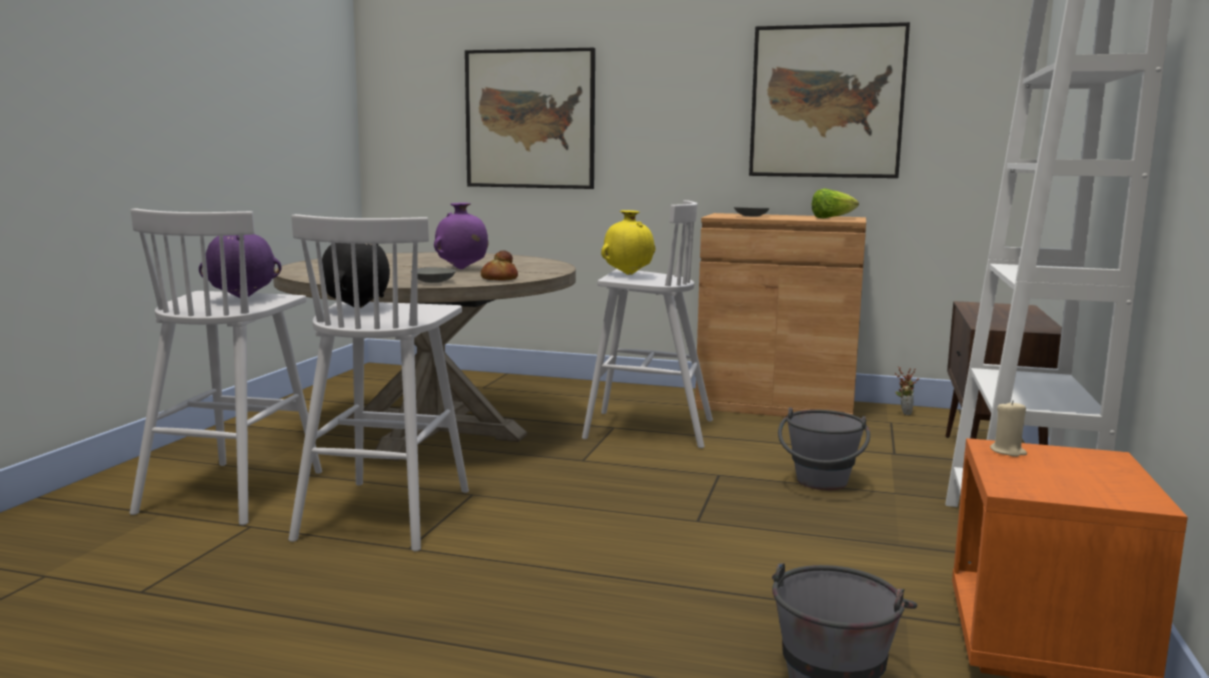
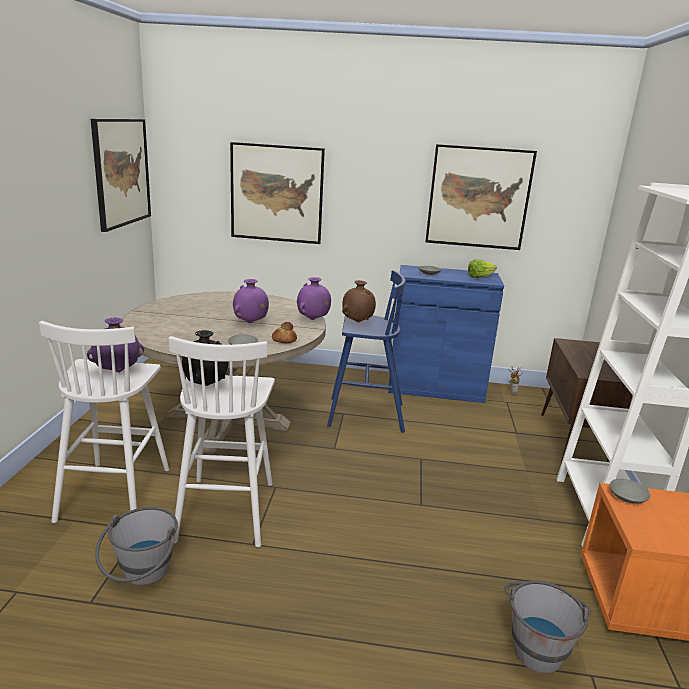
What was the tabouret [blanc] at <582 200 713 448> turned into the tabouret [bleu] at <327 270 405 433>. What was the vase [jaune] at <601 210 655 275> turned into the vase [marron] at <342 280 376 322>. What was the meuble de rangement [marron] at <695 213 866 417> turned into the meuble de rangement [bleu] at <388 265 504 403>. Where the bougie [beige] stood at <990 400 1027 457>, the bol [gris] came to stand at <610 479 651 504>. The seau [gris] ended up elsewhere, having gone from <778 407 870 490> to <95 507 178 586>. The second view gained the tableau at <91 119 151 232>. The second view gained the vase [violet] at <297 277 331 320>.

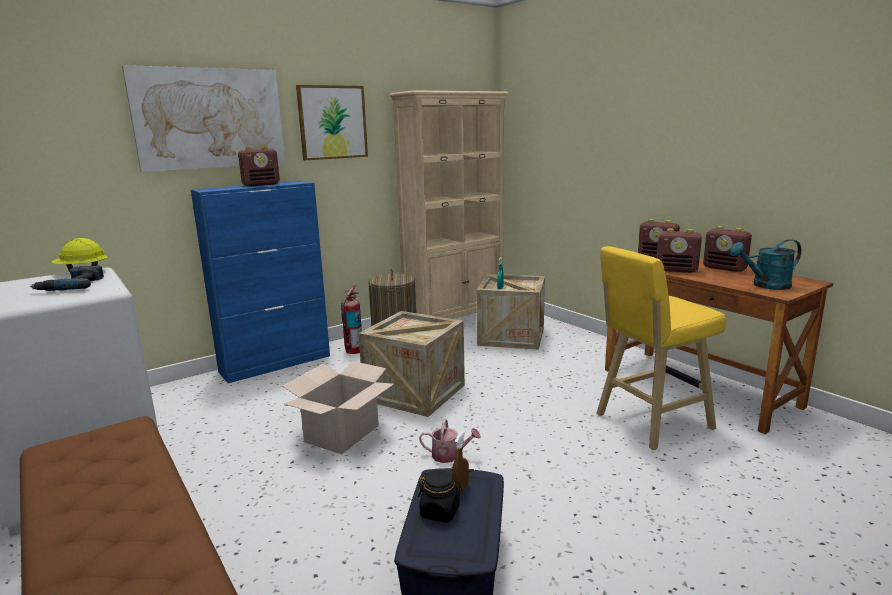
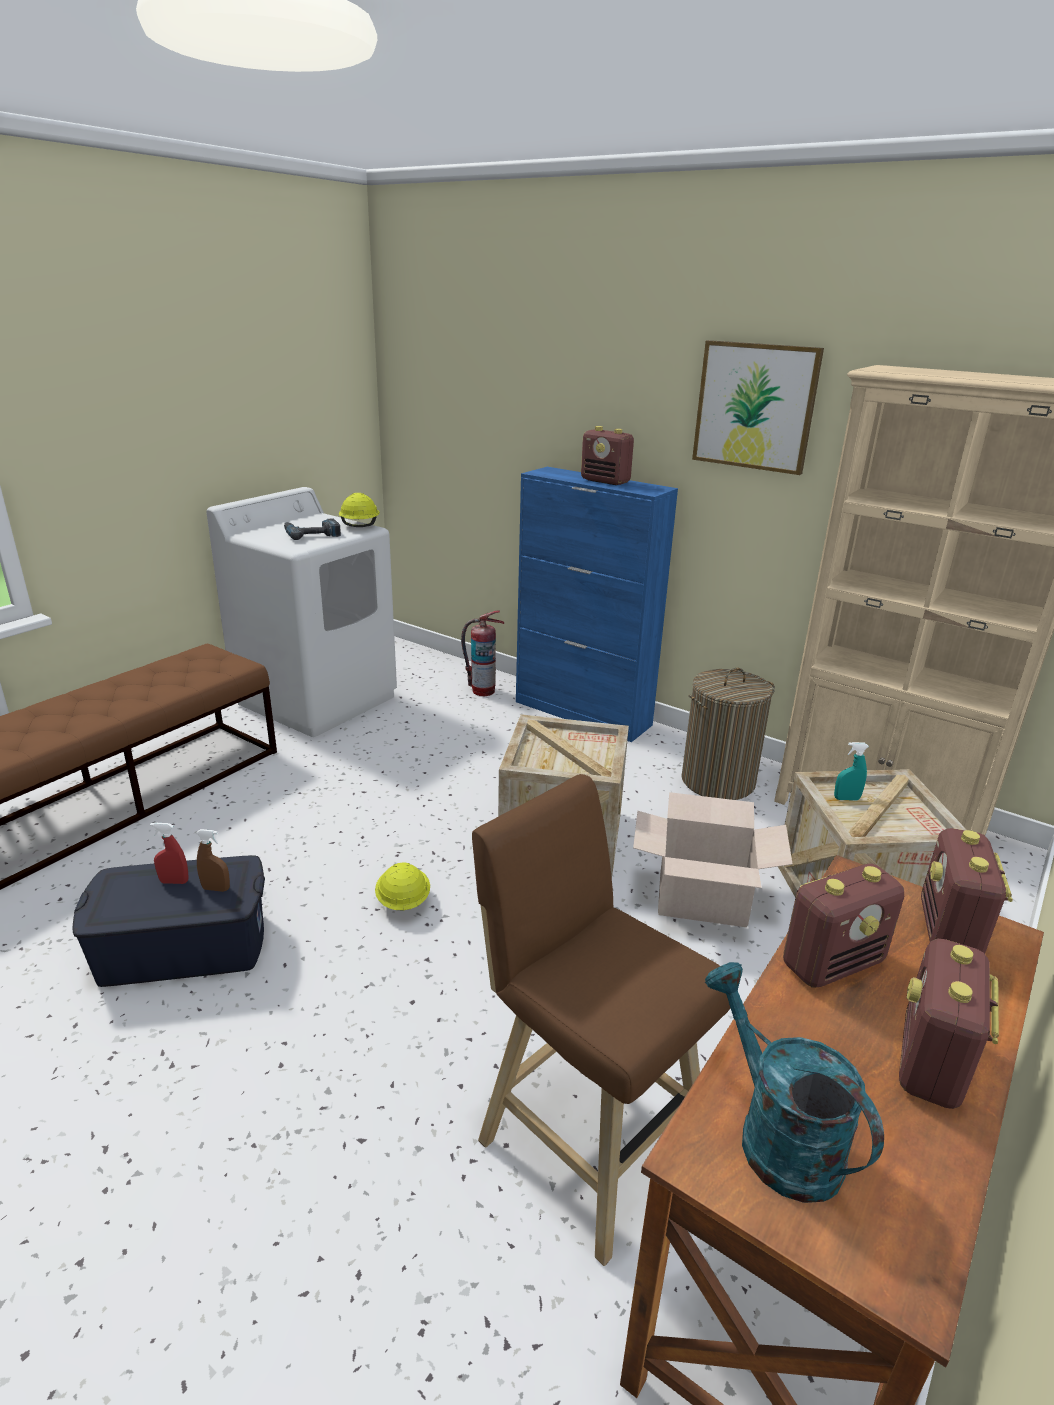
The second view lost the tableau at <122 65 286 172>. The radio at <657 228 702 273> ended up facing another way, 120 degrees counterclockwise from before. What was the tabouret [jaune] at <596 246 726 450> turned into the tabouret [marron] at <472 774 731 1266>. The extincteur ended up elsewhere, having gone from <341 285 362 354> to <461 610 504 696>. The carton ended up elsewhere, having gone from <282 361 394 454> to <633 792 793 927>. Where the arrosoir stood at <419 419 481 463>, the casque de chantier [jaune] came to stand at <375 863 430 910>. Where the bocal [noir] stood at <418 470 462 523>, the vaporisateur [rouge] came to stand at <150 823 188 884>.

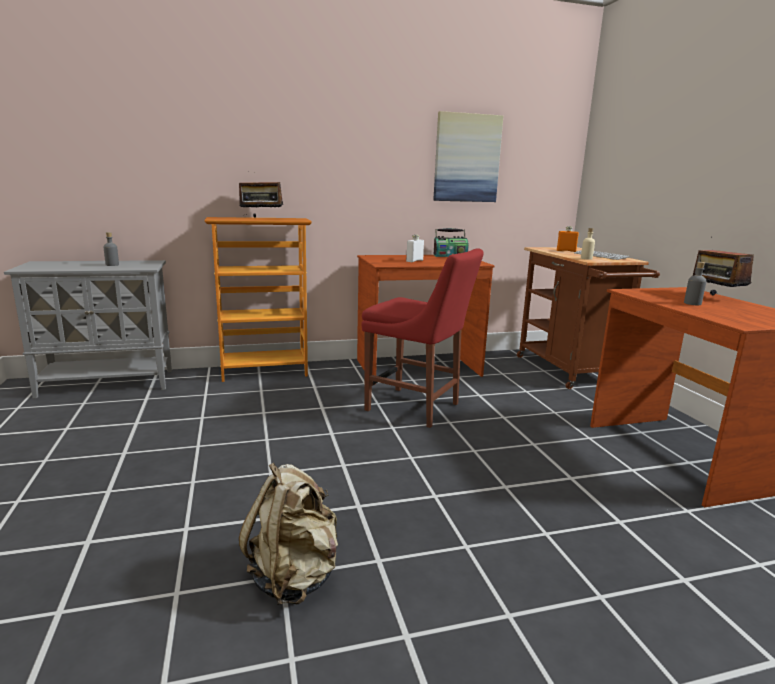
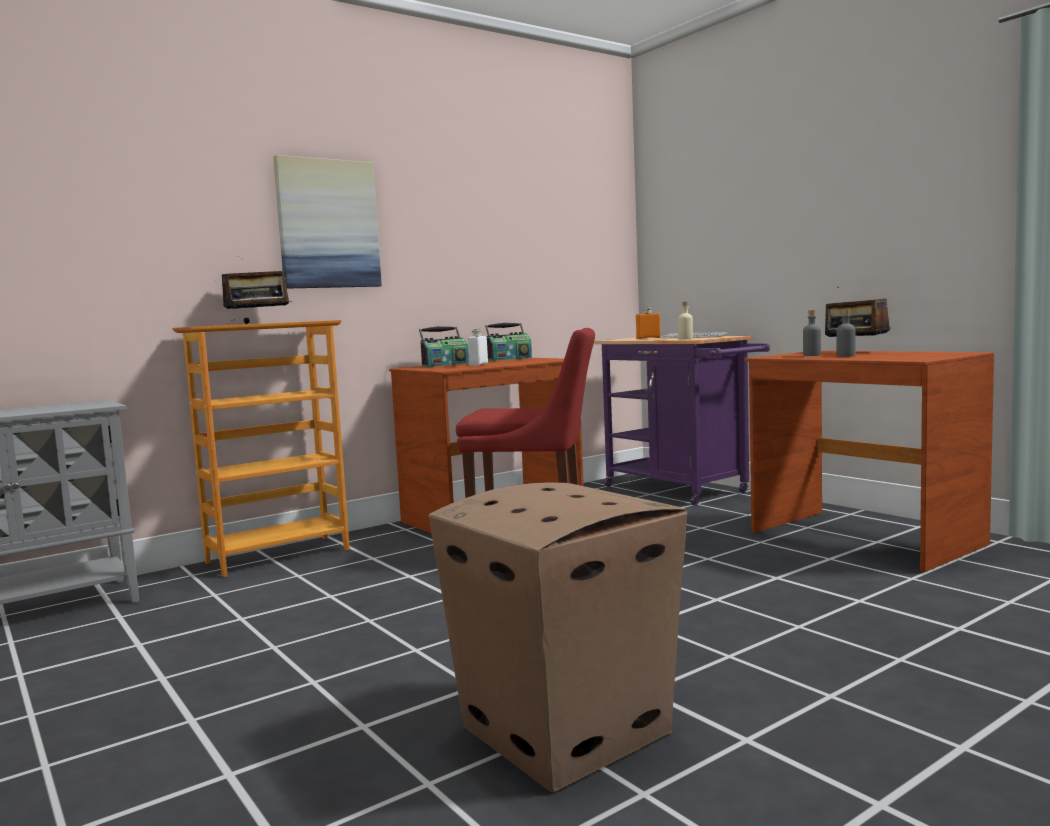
The tableau ended up elsewhere, having gone from <433 111 503 202> to <273 155 382 289>. The bouteille [gris] ended up elsewhere, having gone from <104 232 119 266> to <803 310 821 356>. What was the chariot [marron] at <517 247 660 389> turned into the chariot [violet] at <594 336 770 505>. Where the sac à dos [beige] stood at <239 463 338 605>, the carton came to stand at <428 482 687 792>. The second view gained the radio at <419 326 469 367>.

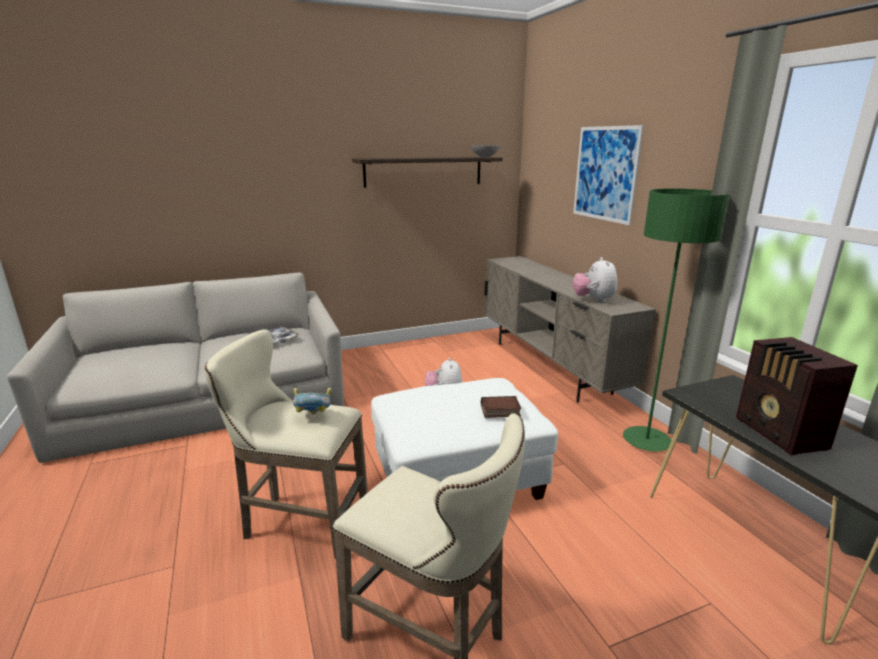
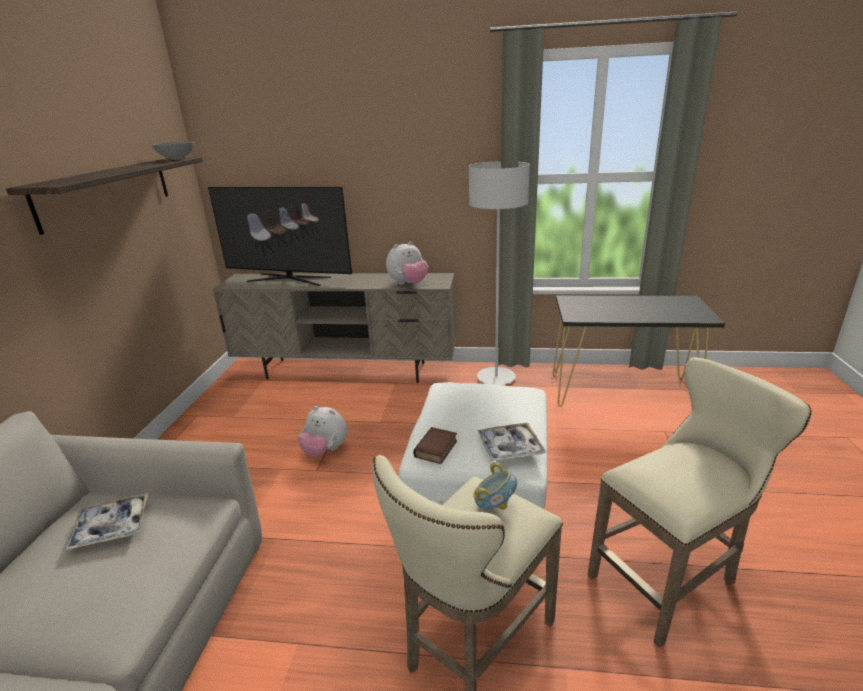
The second view lost the tableau at <573 125 644 225>. What was the lampadaire [vert] at <623 189 729 451> turned into the lampadaire [gris] at <469 161 530 385>. The peluche at <573 257 617 303> ended up facing another way, 60 degrees counterclockwise from before. The second view lost the radio at <736 337 858 455>. The livre ended up elsewhere, having gone from <481 396 521 418> to <413 427 457 464>. The second view gained the téléviseur at <208 187 352 286>. The second view gained the plateau at <477 423 546 461>.

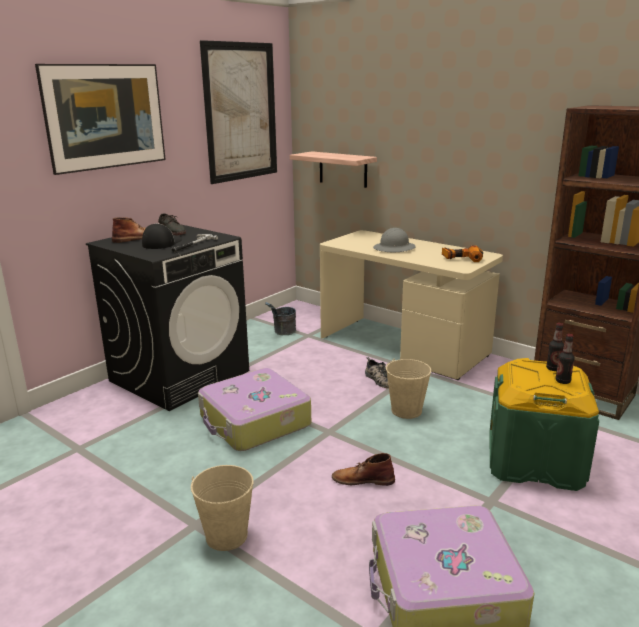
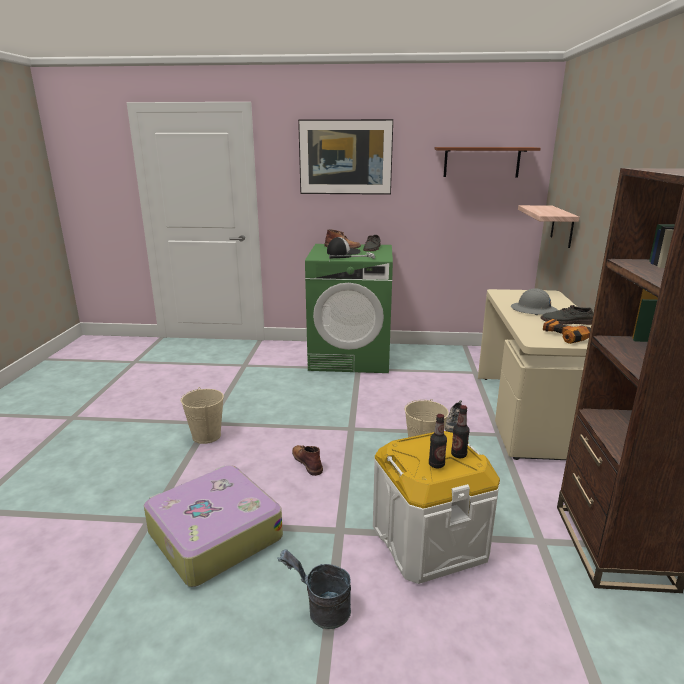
Where the tableau hung at <200 40 277 184>, the étagère [marron] came to hang at <435 147 541 177>. What was the lave-linge [noir] at <86 225 249 411> turned into the lave-linge [vert] at <305 244 393 373>. The seau [gris] ended up elsewhere, having gone from <265 302 296 335> to <277 549 351 629>. What was the boîte de rangement [vert] at <490 358 599 491> turned into the boîte de rangement [blanc] at <373 431 500 584>. The second view lost the valise at <198 368 311 451>. The second view gained the chaussure [gris] at <541 305 593 325>.

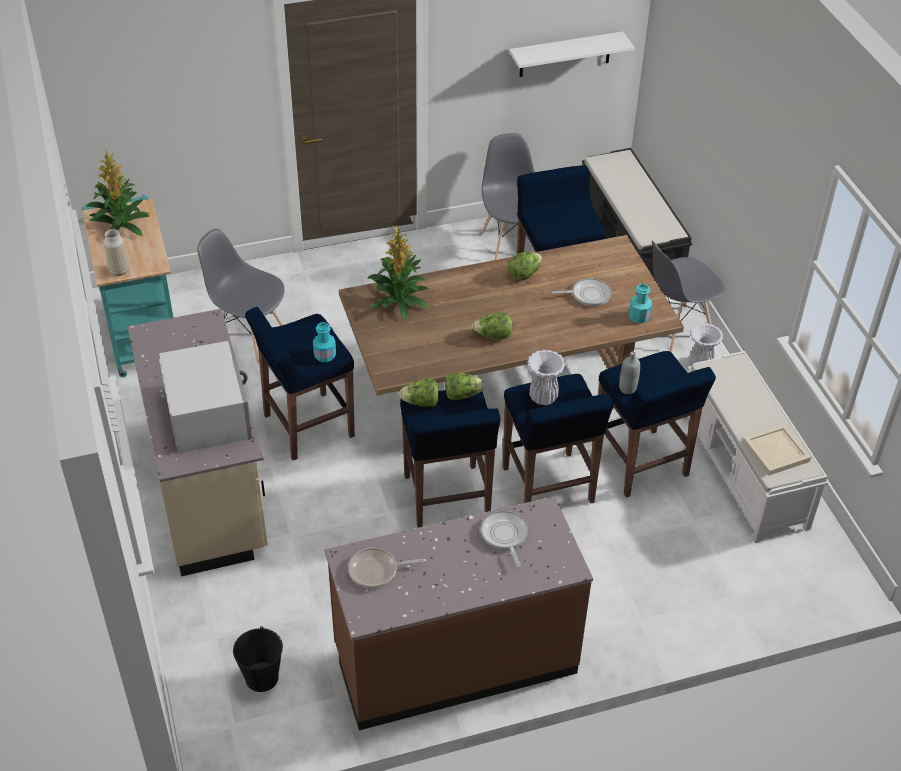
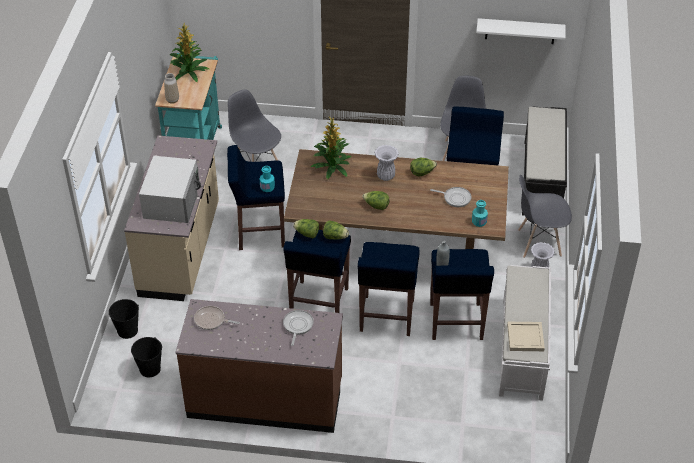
The vase [blanc] ended up elsewhere, having gone from <527 350 566 405> to <374 145 399 181>. The second view gained the seau [noir] at <109 299 139 339>.

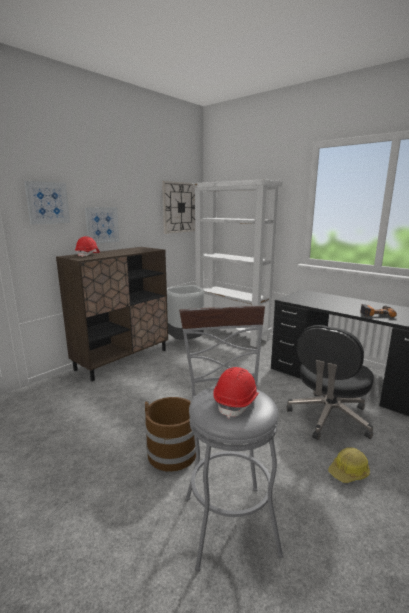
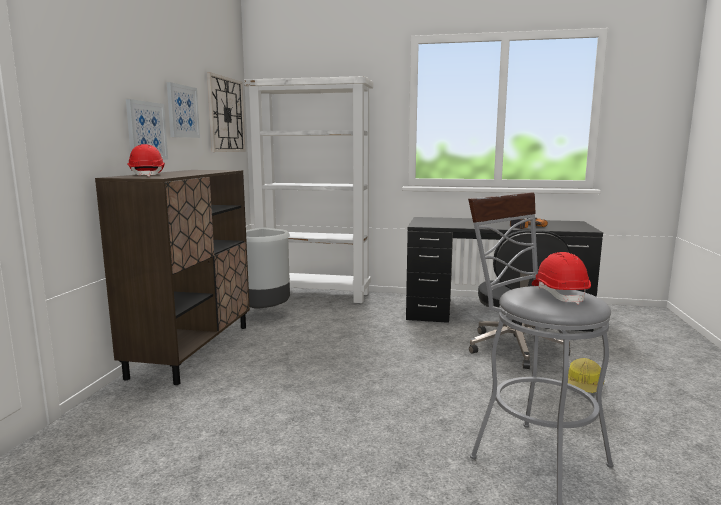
The tableau ended up elsewhere, having gone from <24 181 70 225> to <167 82 200 138>. The second view lost the seau [marron] at <145 397 196 472>.

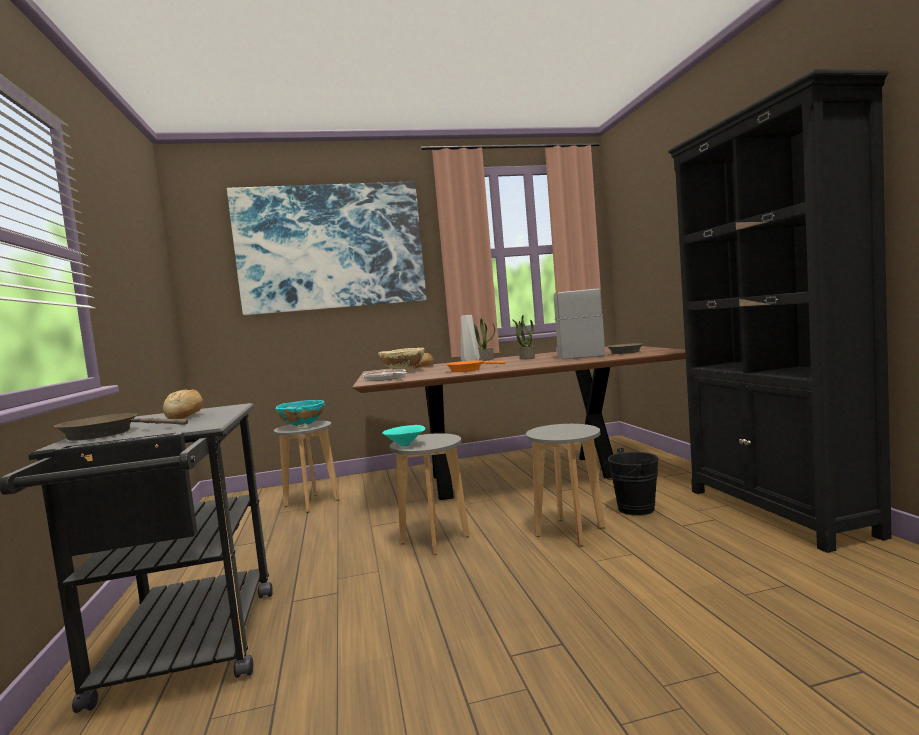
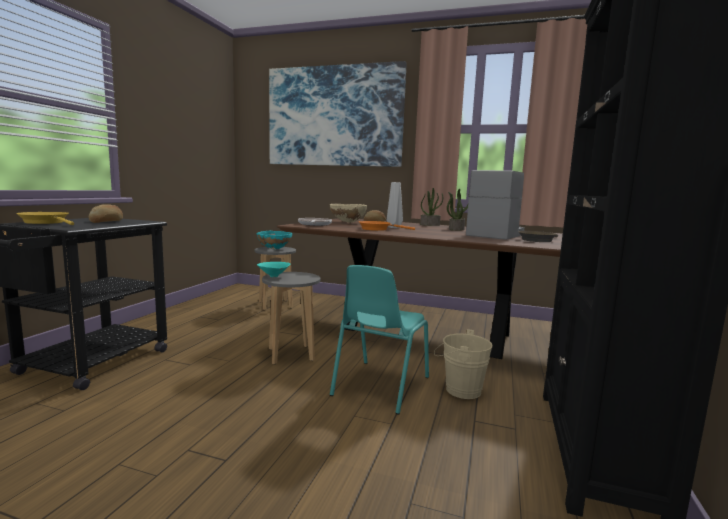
What was the poêle [marron] at <54 413 188 441> turned into the poêle [jaune] at <16 212 74 225>. Where the tabouret [gris] stood at <526 424 605 546>, the chaise [turquoise] came to stand at <330 265 429 414>. What was the seau [noir] at <600 448 659 516> turned into the seau [beige] at <434 329 493 399>.

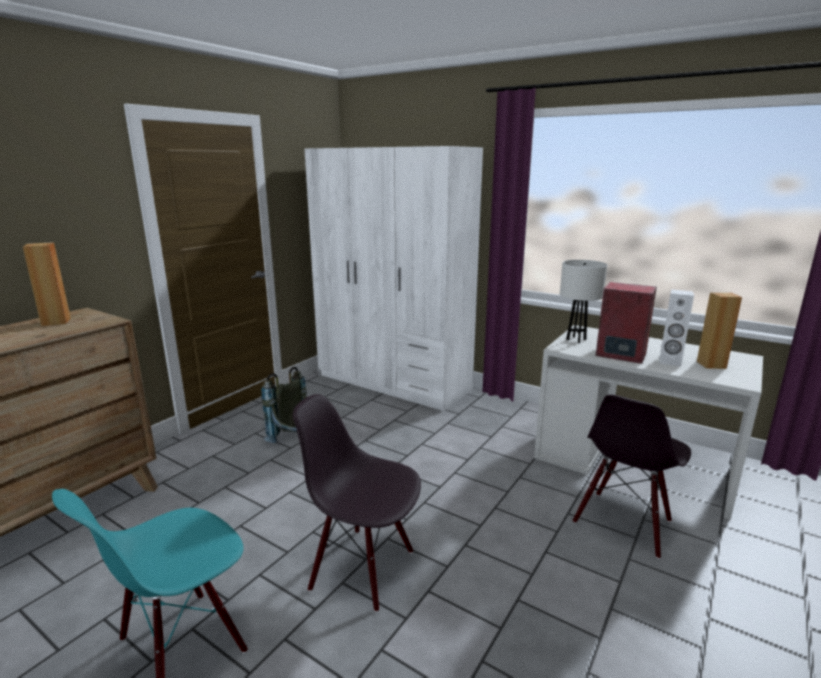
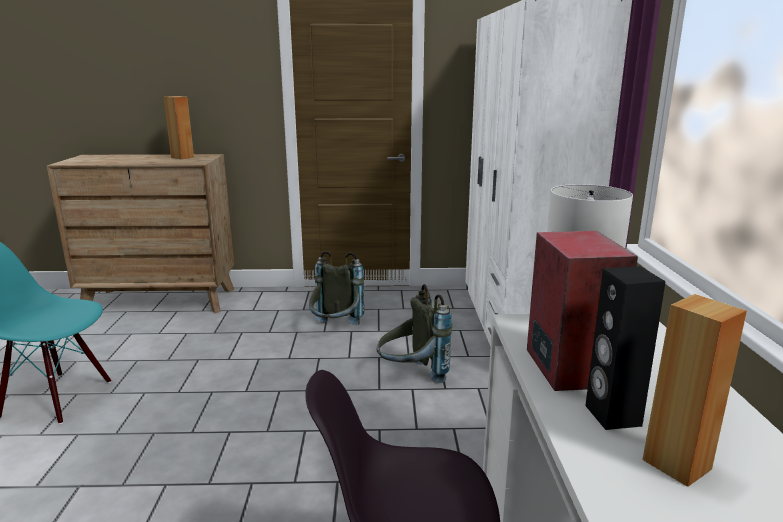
What was the enceinte [blanc] at <659 289 694 366> turned into the enceinte [noir] at <585 266 666 430>. The second view lost the chaise [noir] at <293 394 421 612>. The second view gained the sac à dos [gris] at <376 284 452 383>.

